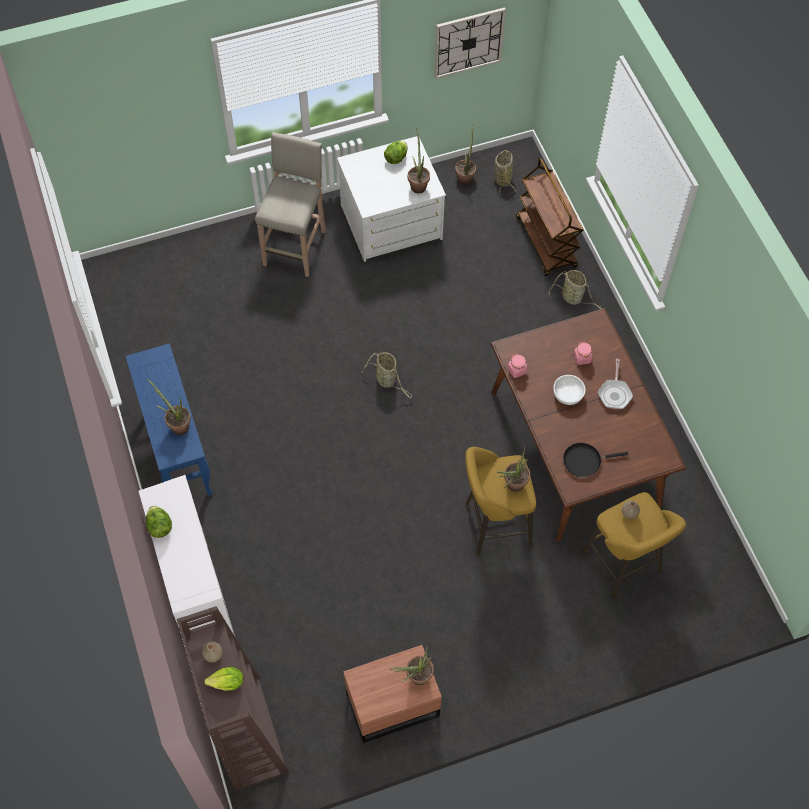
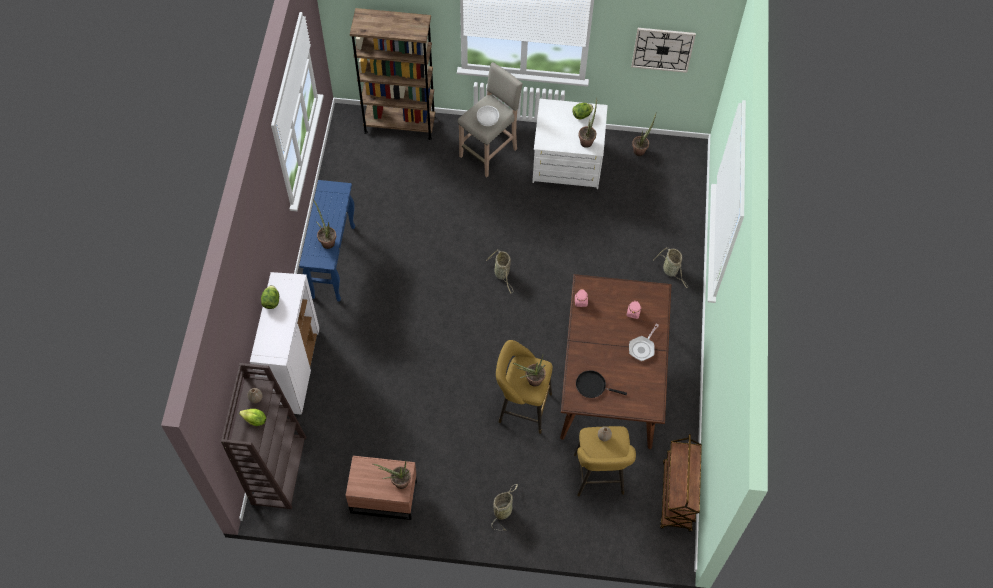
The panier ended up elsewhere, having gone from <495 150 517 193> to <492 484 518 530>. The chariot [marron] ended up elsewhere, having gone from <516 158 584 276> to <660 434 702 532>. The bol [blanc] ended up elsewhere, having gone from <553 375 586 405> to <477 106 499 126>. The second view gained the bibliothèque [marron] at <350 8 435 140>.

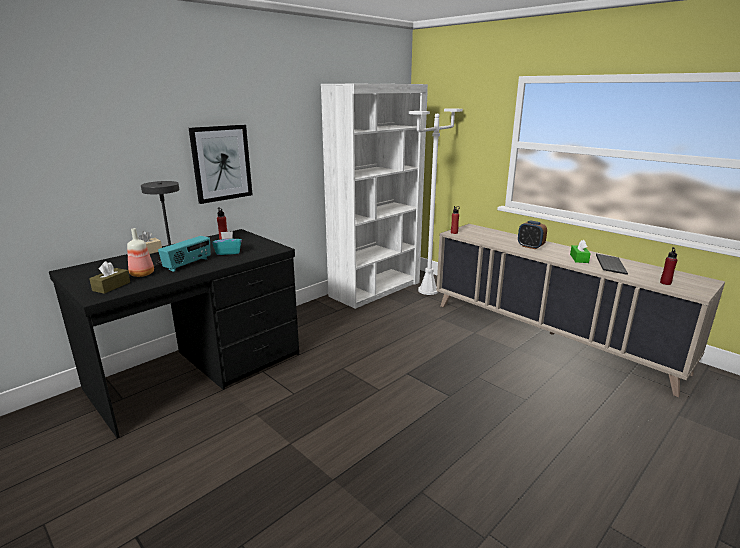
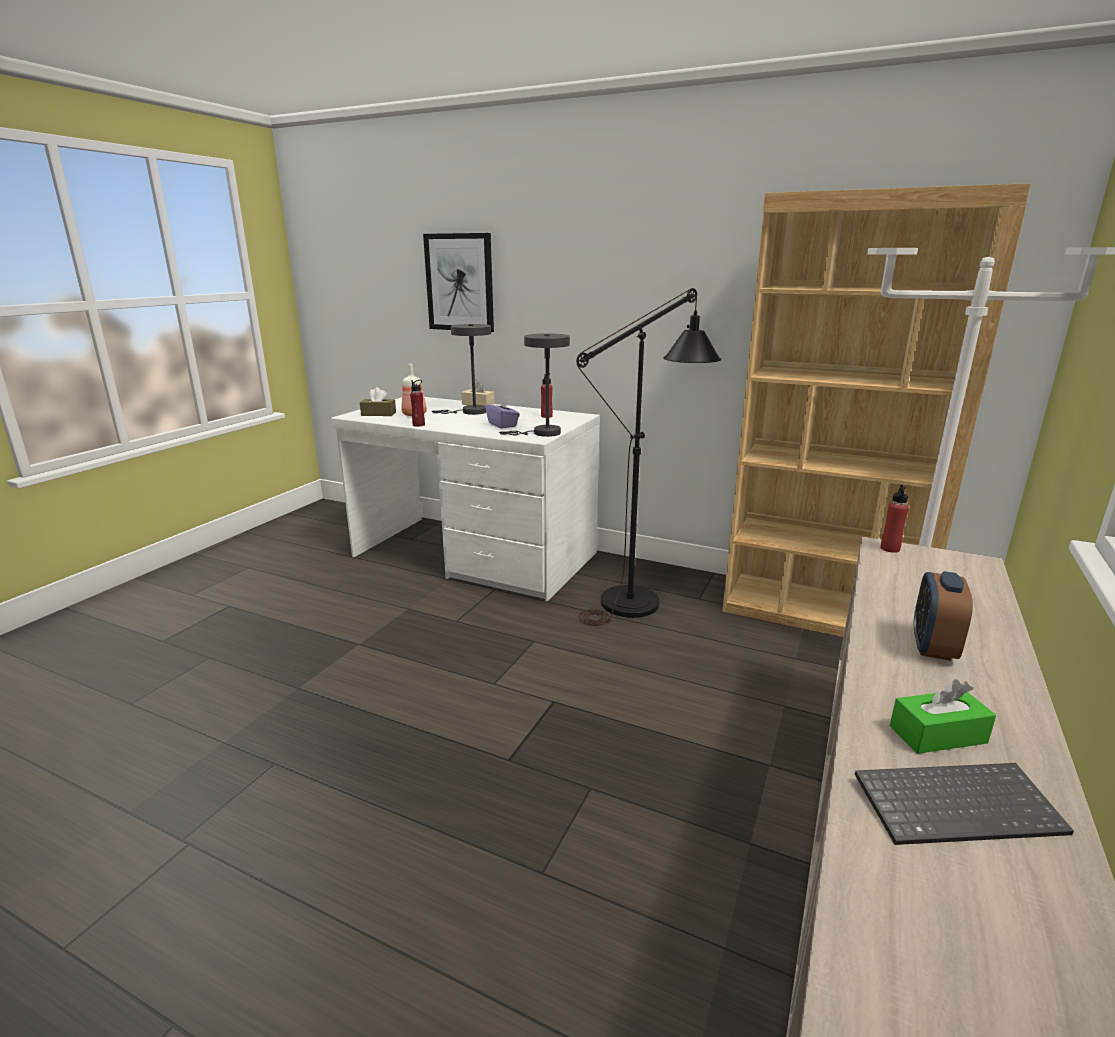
What was the bibliothèque [blanc] at <321 84 428 309> turned into the bibliothèque [marron] at <722 183 1031 637>. The tableau ended up elsewhere, having gone from <189 125 253 204> to <423 233 494 332>. What was the bureau [noir] at <49 229 299 439> turned into the bureau [blanc] at <331 397 600 602>. What was the boîte à mouchoirs [turquoise] at <212 231 242 255> turned into the boîte à mouchoirs [violet] at <485 397 520 429>. The second view lost the radio at <158 236 211 272>. The bouteille [rouge] ended up elsewhere, having gone from <660 247 677 285> to <410 380 425 427>. The second view gained the lampadaire [noir] at <576 288 721 626>. The second view gained the lampe de table [gris] at <499 333 570 437>.

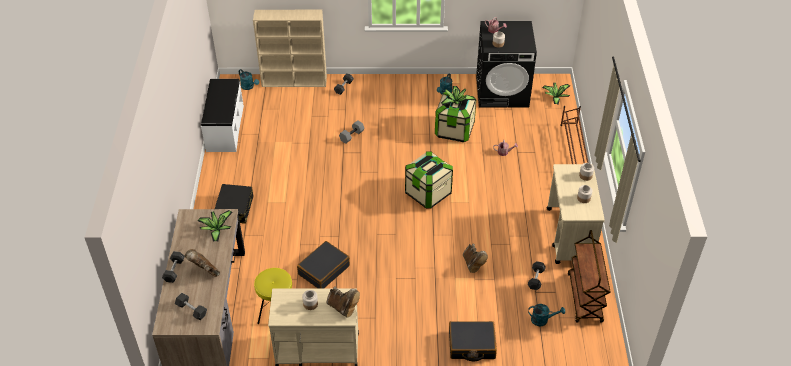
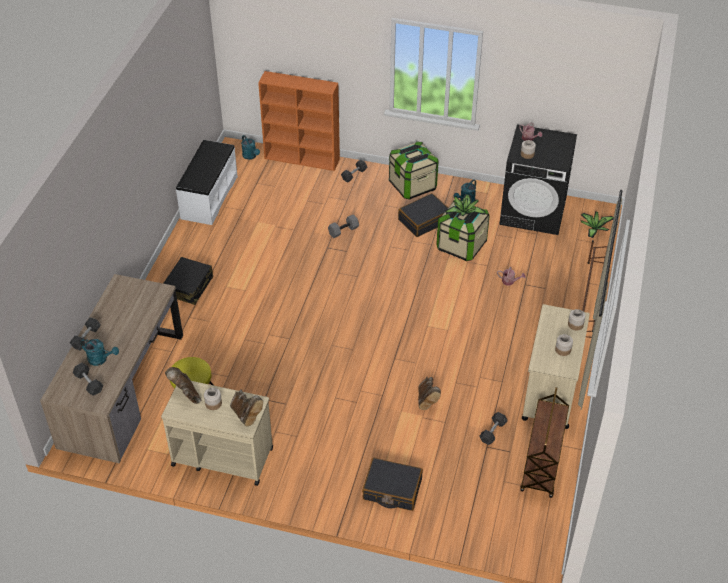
What was the bibliothèque [beige] at <253 10 327 87> turned into the bibliothèque [orange] at <258 71 340 171>. The boîte de rangement ended up elsewhere, having gone from <405 151 453 208> to <389 141 439 199>. The second view lost the plante en pot at <197 210 233 242>. The valise [noir] ended up elsewhere, having gone from <297 241 350 288> to <398 193 448 237>. The botte [marron] ended up elsewhere, having gone from <185 249 220 277> to <165 367 201 404>. The arrosoir [turquoise] ended up elsewhere, having gone from <528 304 565 326> to <80 339 119 366>.

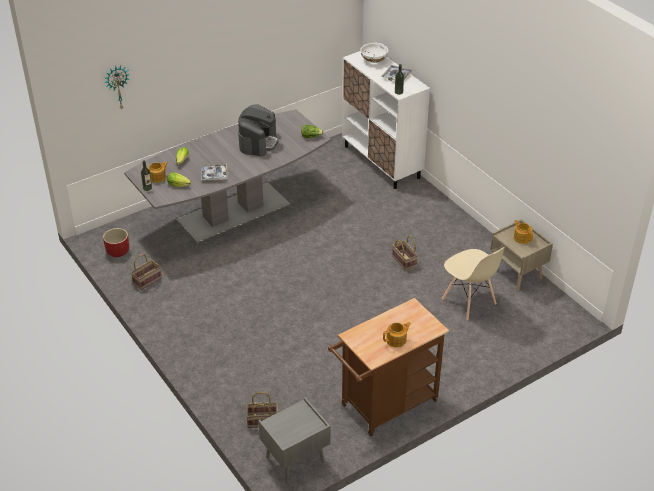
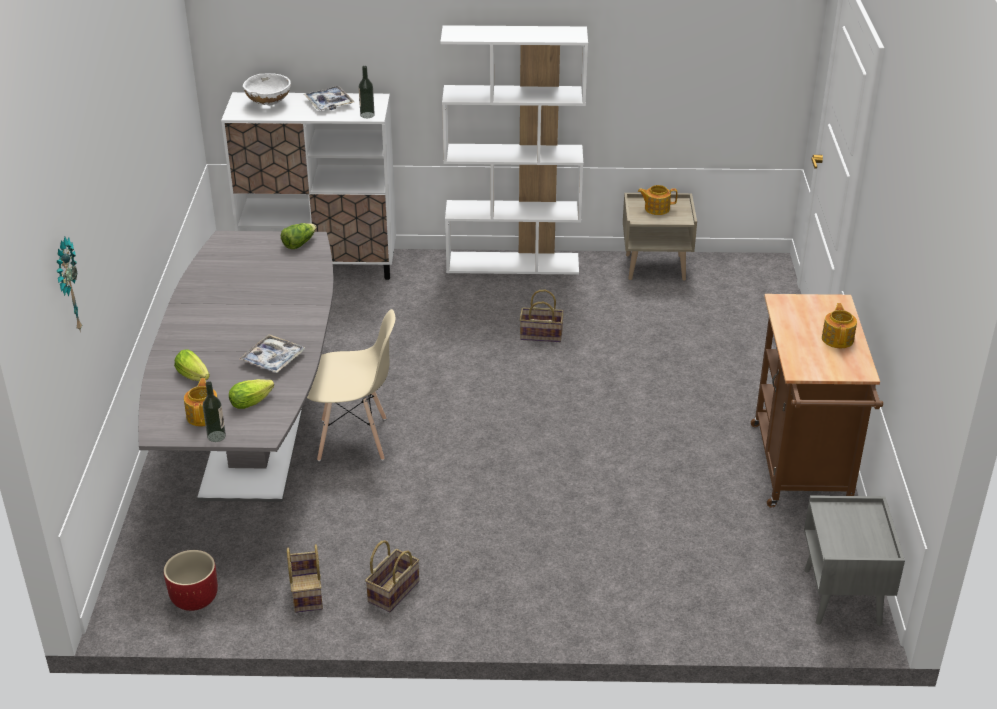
The second view lost the machine à café at <238 105 278 157>. The chaise [beige] ended up elsewhere, having gone from <442 247 505 321> to <307 309 396 461>. The panier ended up elsewhere, having gone from <246 392 278 428> to <365 540 419 612>. The second view gained the bibliothèque [blanc] at <440 25 588 275>.

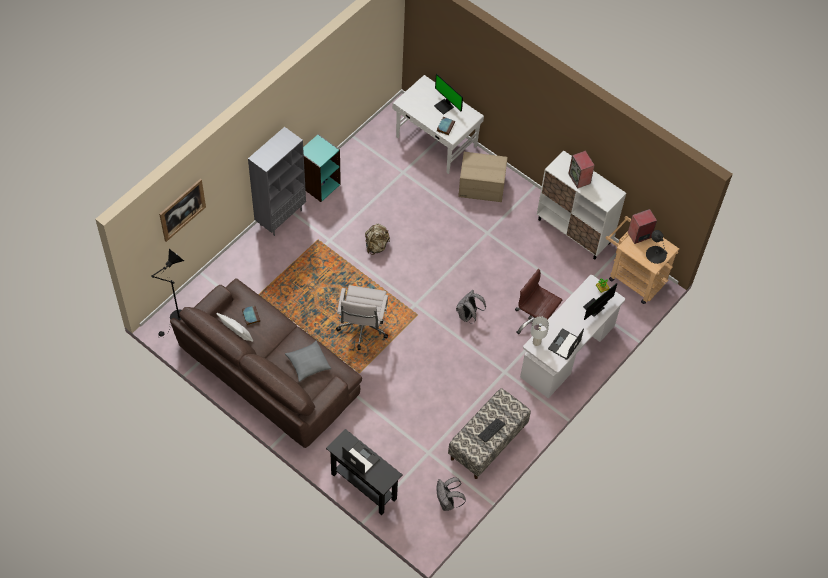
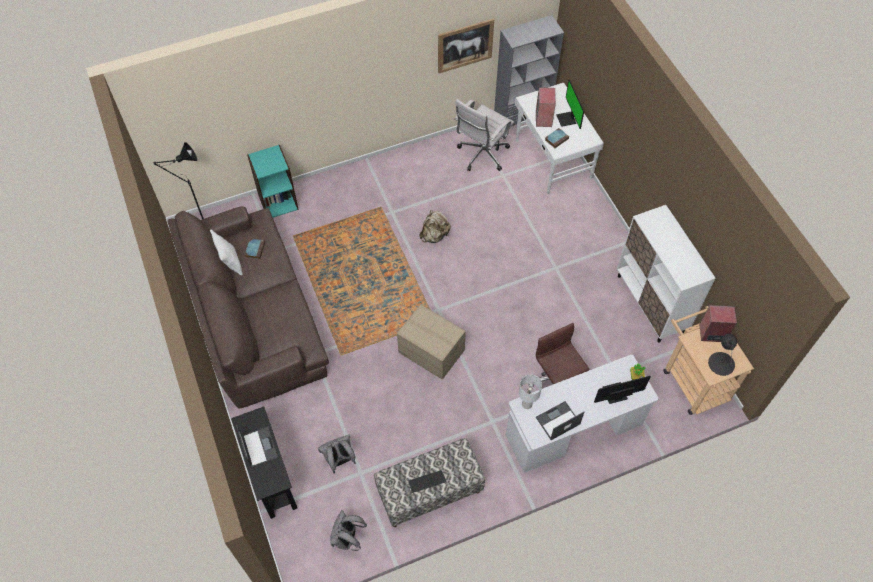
The bibliothèque [gris] ended up elsewhere, having gone from <248 127 306 236> to <494 15 564 135>. The bibliothèque [turquoise] ended up elsewhere, having gone from <303 134 341 202> to <247 145 299 218>. The enceinte ended up elsewhere, having gone from <568 151 595 189> to <536 87 556 127>. The carton ended up elsewhere, having gone from <458 152 508 202> to <397 304 466 379>. The tableau ended up elsewhere, having gone from <159 179 206 242> to <438 18 494 73>. The chaise de bureau [blanc] ended up elsewhere, having gone from <336 285 388 350> to <454 99 514 171>. The sac à dos [gris] ended up elsewhere, having gone from <456 290 486 322> to <318 434 356 474>. The second view lost the coussin [gris] at <285 341 331 382>.

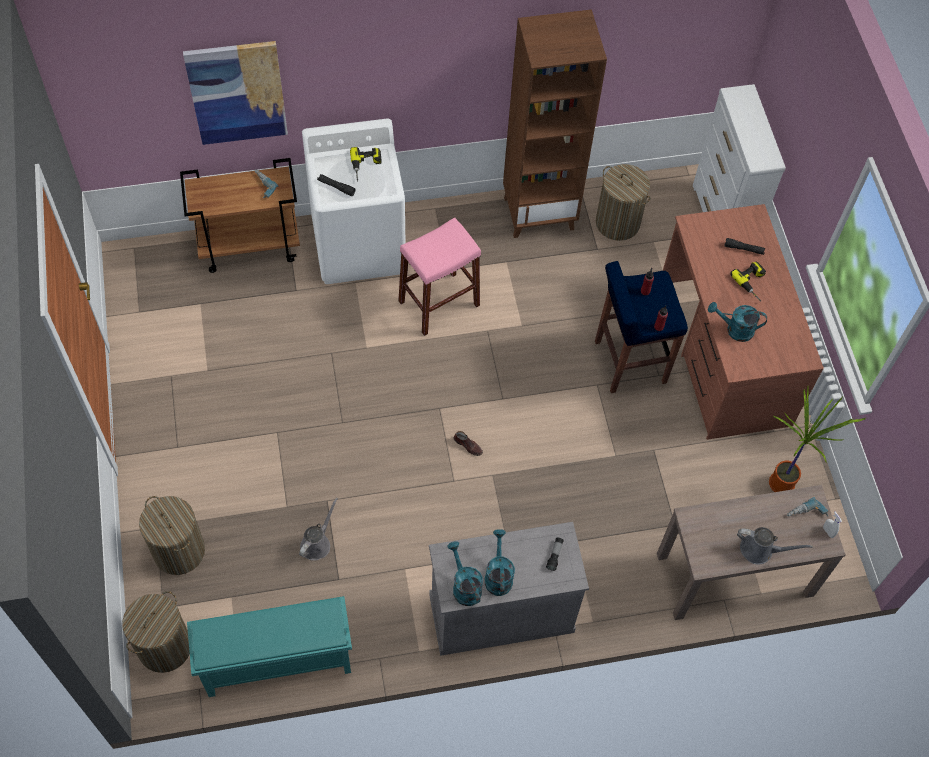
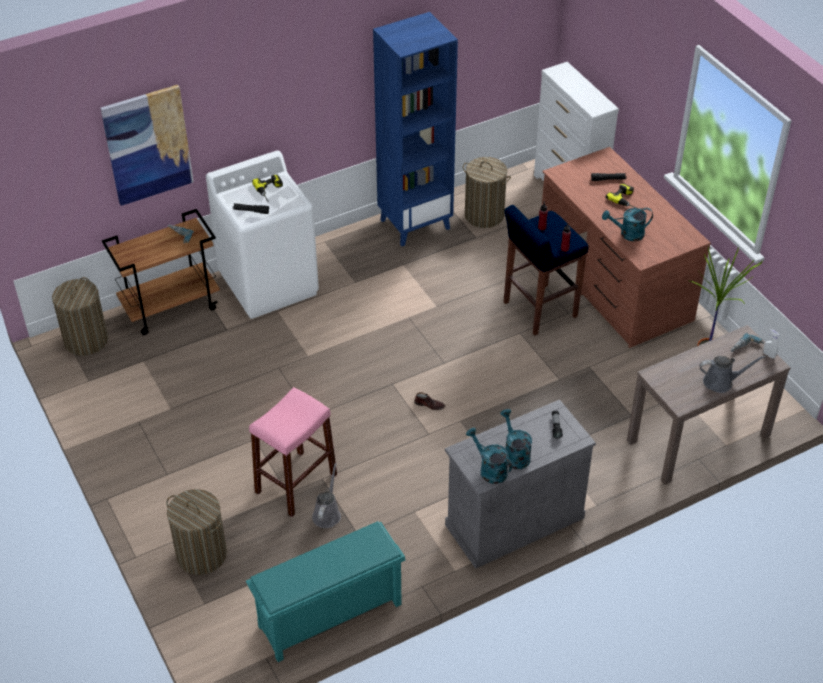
What was the bibliothèque [marron] at <503 9 607 238> turned into the bibliothèque [bleu] at <373 12 458 246>. The tabouret [rose] ended up elsewhere, having gone from <398 217 481 336> to <249 387 337 517>. The panier à linge ended up elsewhere, having gone from <122 591 190 673> to <52 277 108 356>.

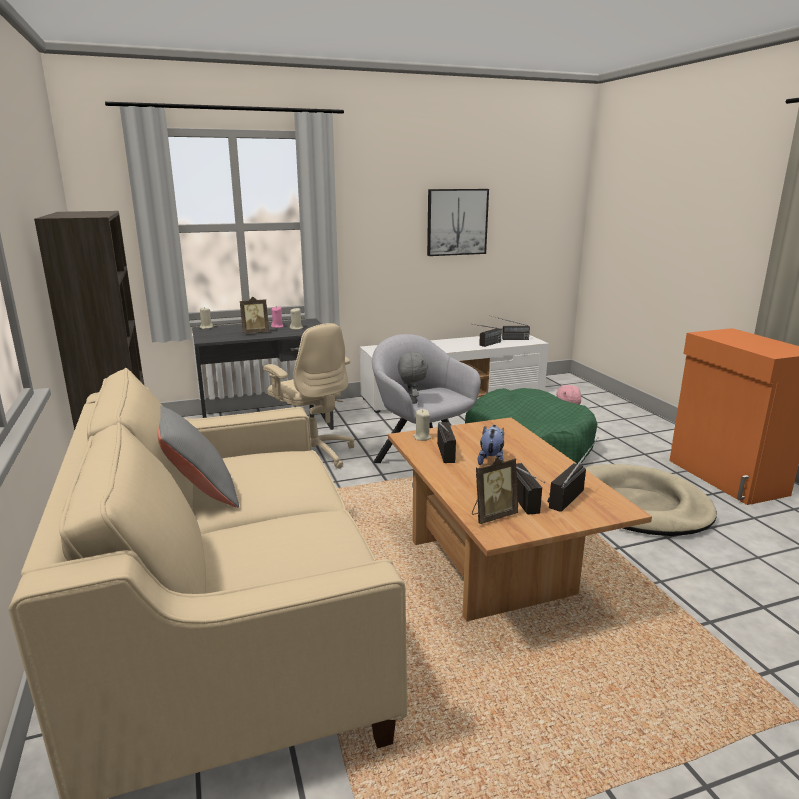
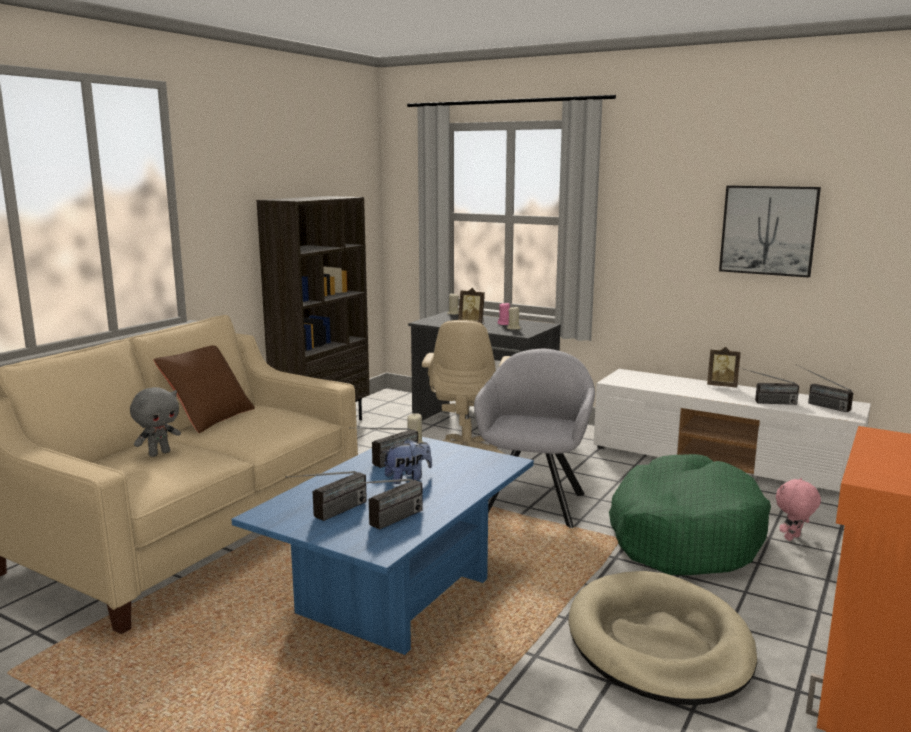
The peluche [gris] ended up elsewhere, having gone from <398 352 428 404> to <130 387 181 457>. What was the coussin [gris] at <157 406 239 508> turned into the coussin [marron] at <153 345 255 433>. What was the table basse [marron] at <388 417 652 622> turned into the table basse [bleu] at <231 437 534 655>. The radio at <547 437 599 512> ended up facing another way, 135 degrees clockwise from before. The cadre photo ended up elsewhere, having gone from <472 457 518 524> to <707 347 741 387>.

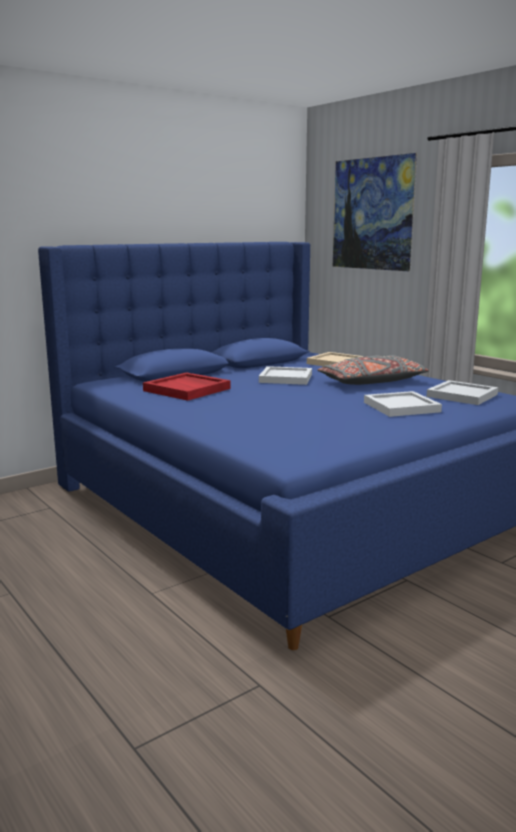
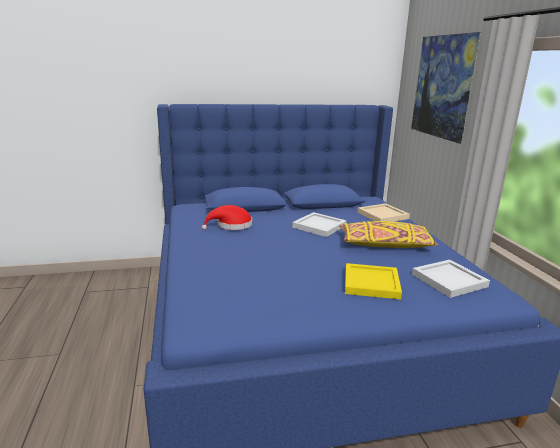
What was the coussin [gris] at <317 355 429 385> turned into the coussin [jaune] at <339 221 438 248>. Where the plateau [rouge] stood at <143 372 231 401>, the chapeau [rouge] came to stand at <202 205 252 230>. What was the plateau [blanc] at <364 391 442 417> turned into the plateau [jaune] at <345 263 402 299>.

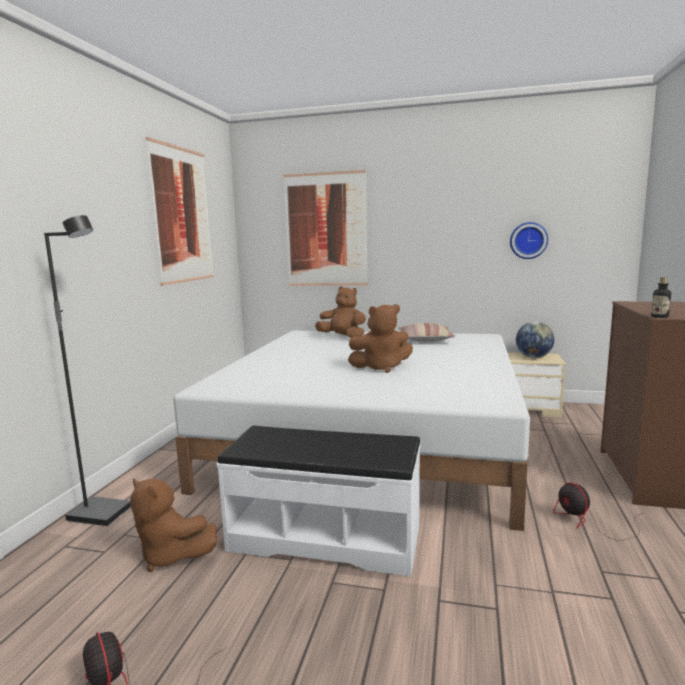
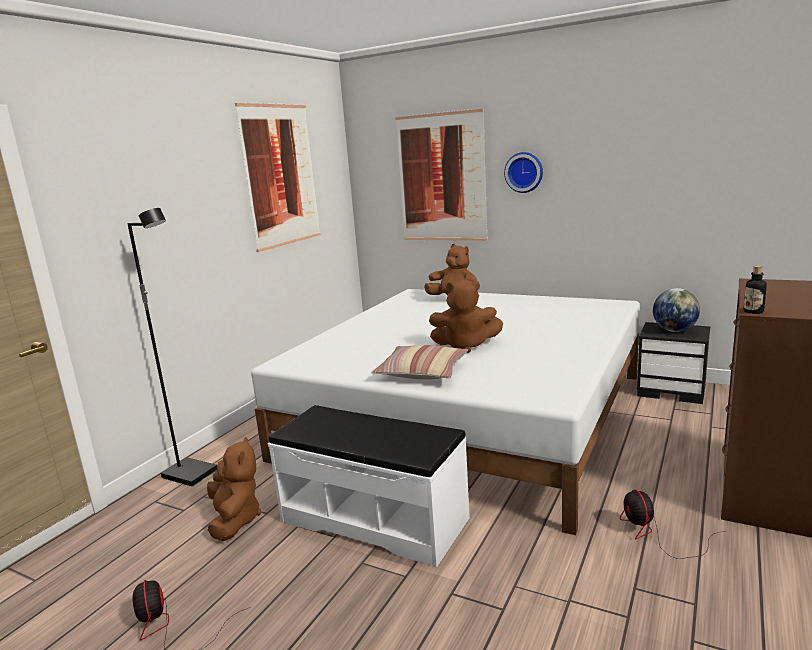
The horloge murale ended up elsewhere, having gone from <510 222 548 259> to <504 152 543 193>. The coussin ended up elsewhere, having gone from <398 323 455 342> to <371 345 468 380>. What was the table de chevet [beige] at <507 352 566 417> turned into the table de chevet [noir] at <637 322 710 404>. The peluche [marron] at <130 478 217 572> ended up facing another way, 150 degrees counterclockwise from before.

